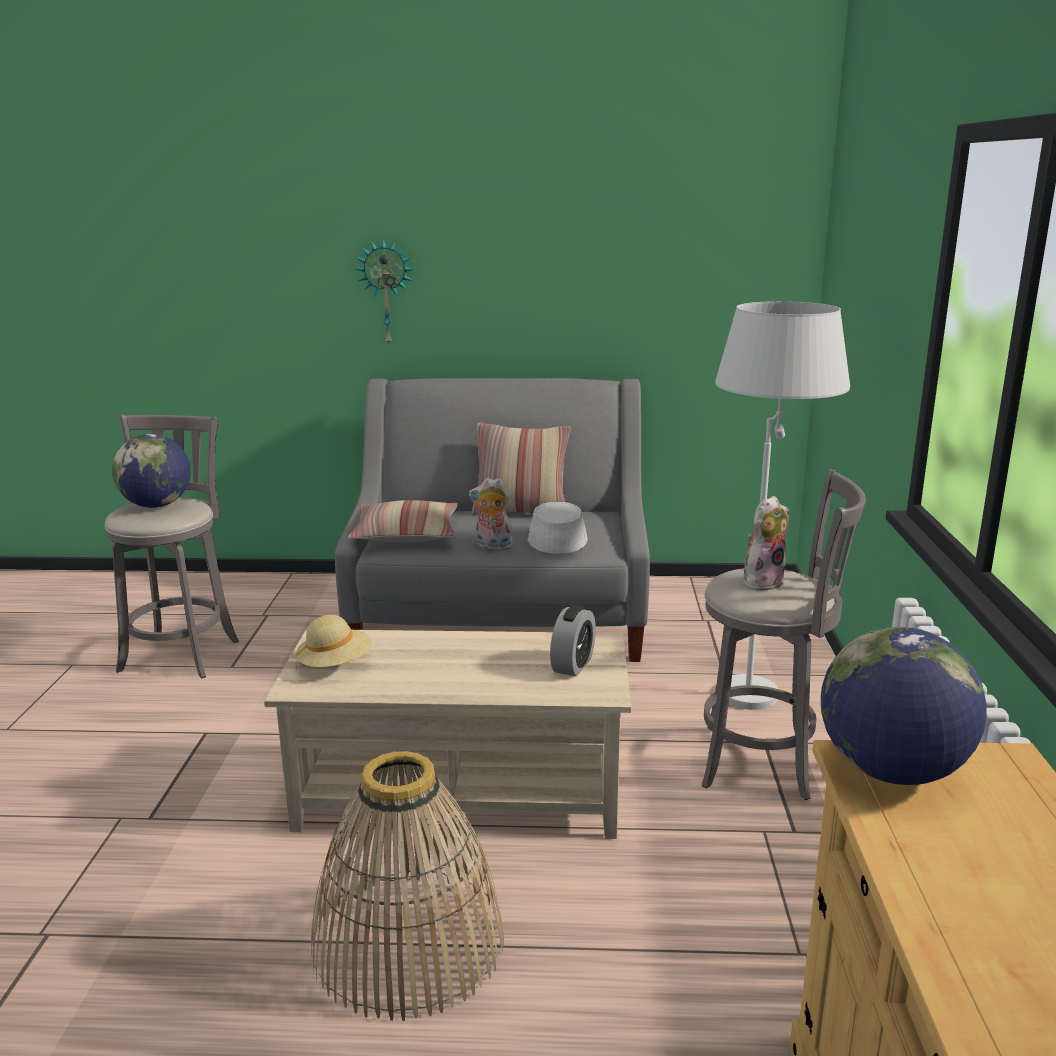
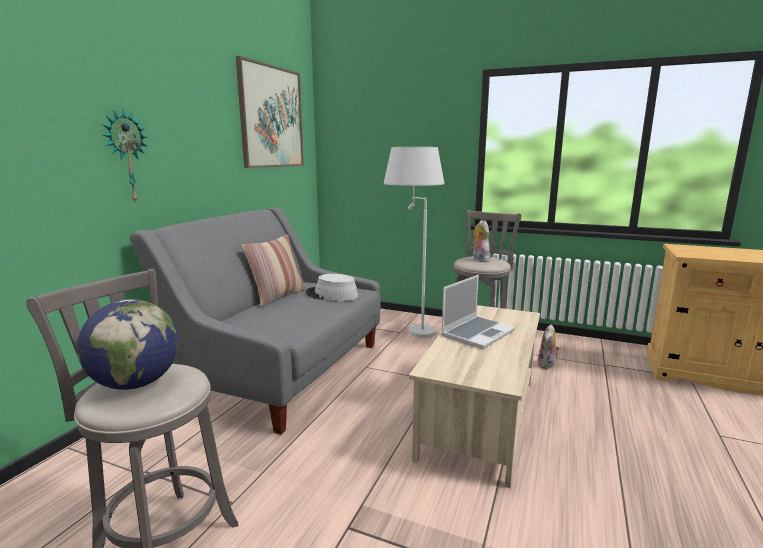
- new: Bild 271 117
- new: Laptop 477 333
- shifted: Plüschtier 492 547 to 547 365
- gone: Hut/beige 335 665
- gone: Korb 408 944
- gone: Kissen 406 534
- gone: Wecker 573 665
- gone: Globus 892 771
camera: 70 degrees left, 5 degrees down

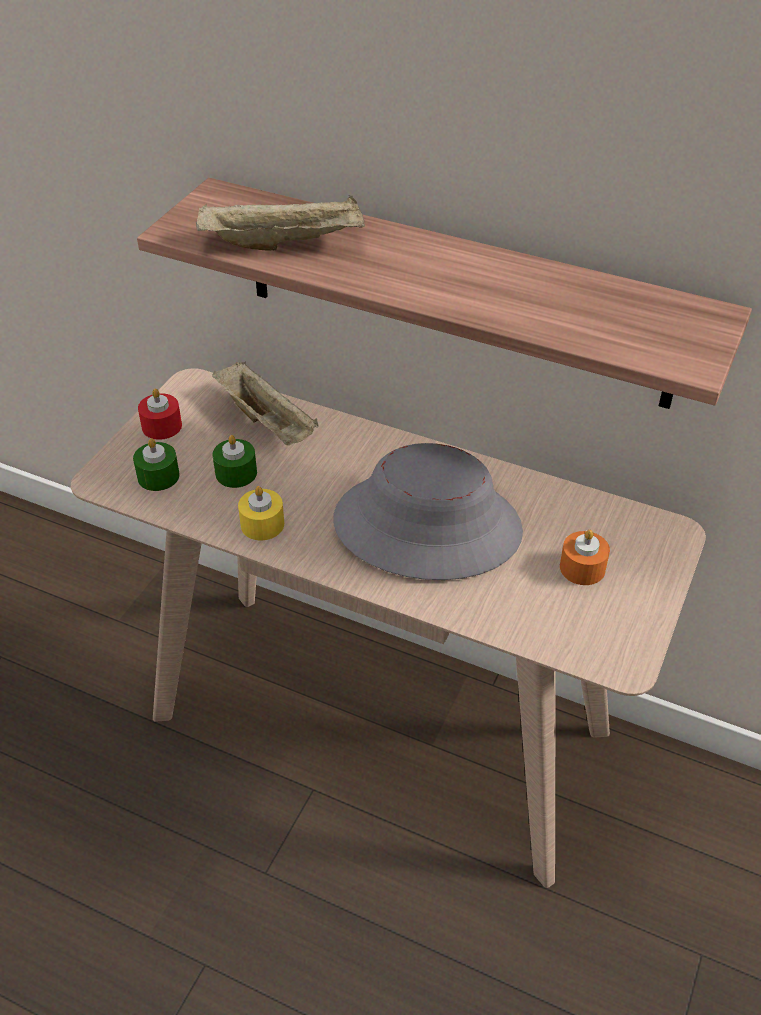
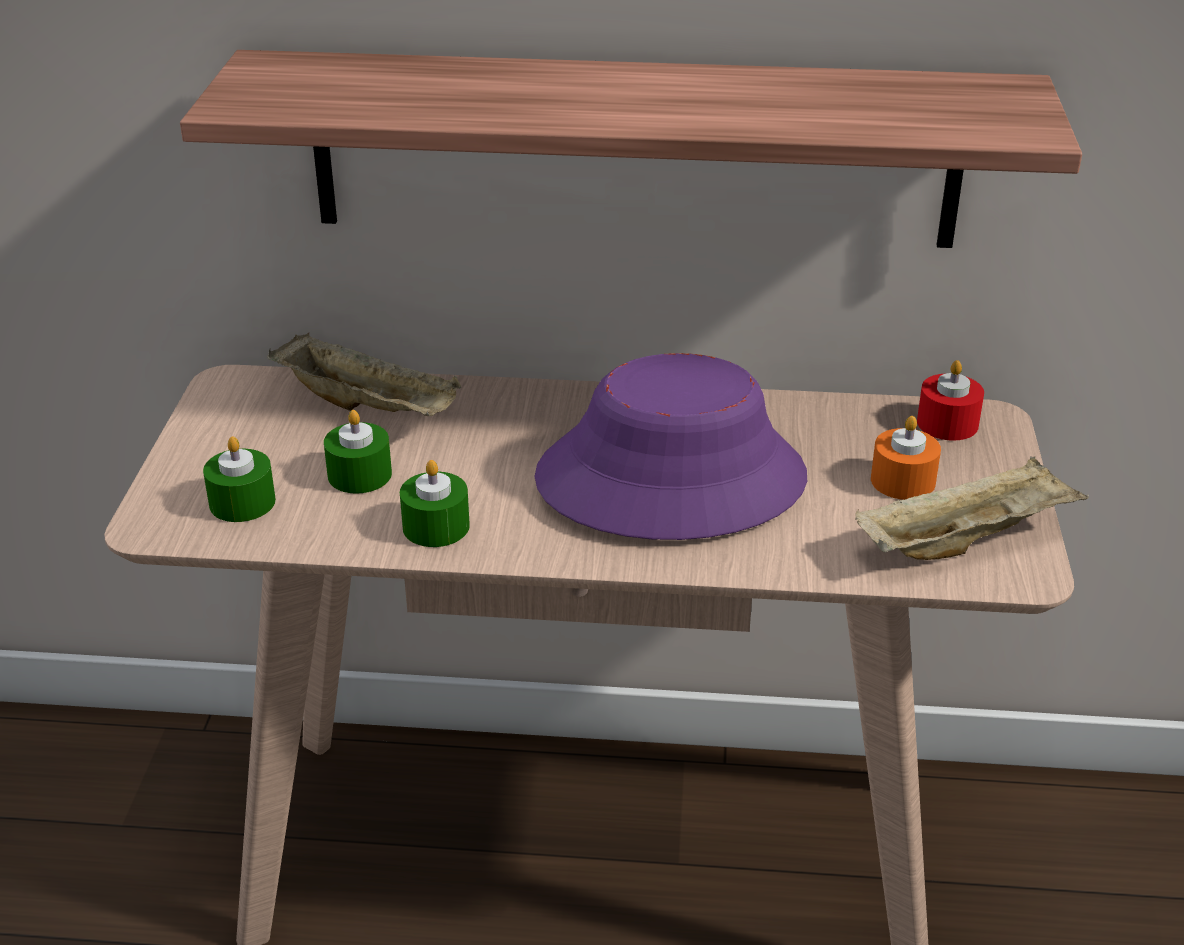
- repainted: Kerze/gelb 262 524 to Kerze/grün 436 526
- repainted: Hut/grau 427 526 to Hut/lila 671 478
- shifted: Tablett/beige 285 243 to 965 539
- shifted: Kerze/rot 162 426 to 947 423
camera: 20 degrees left, 10 degrees down

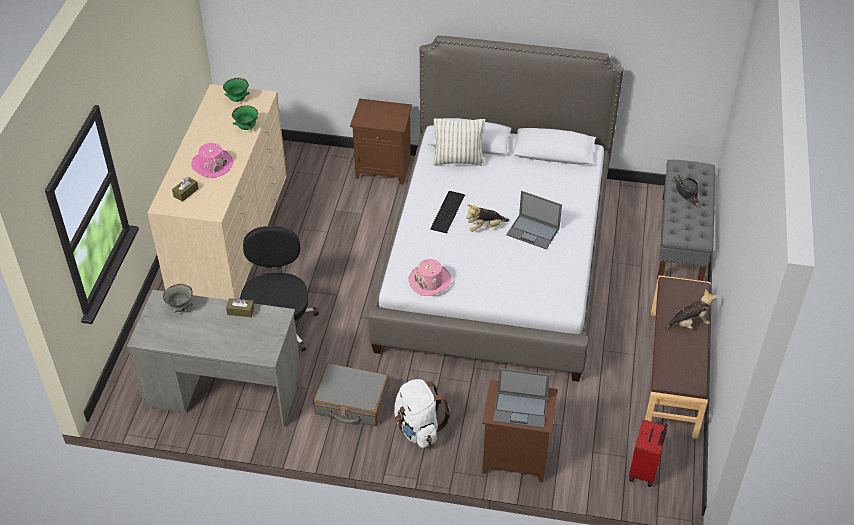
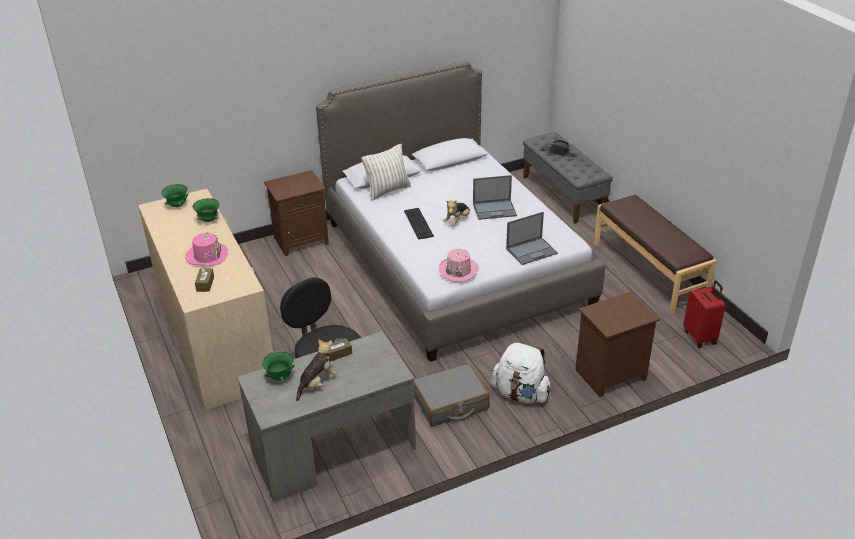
- repainted: Schüssel/grau 181 308 to Schüssel/grün 280 377
- shifted: Plüschtier 689 324 to 317 383
- shifted: Laptop 521 409 to 532 251
camera: 35 degrees left, 10 degrees down

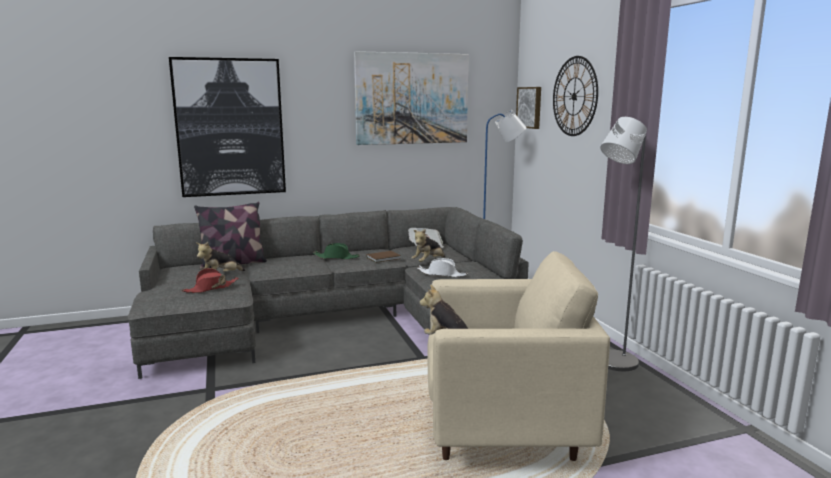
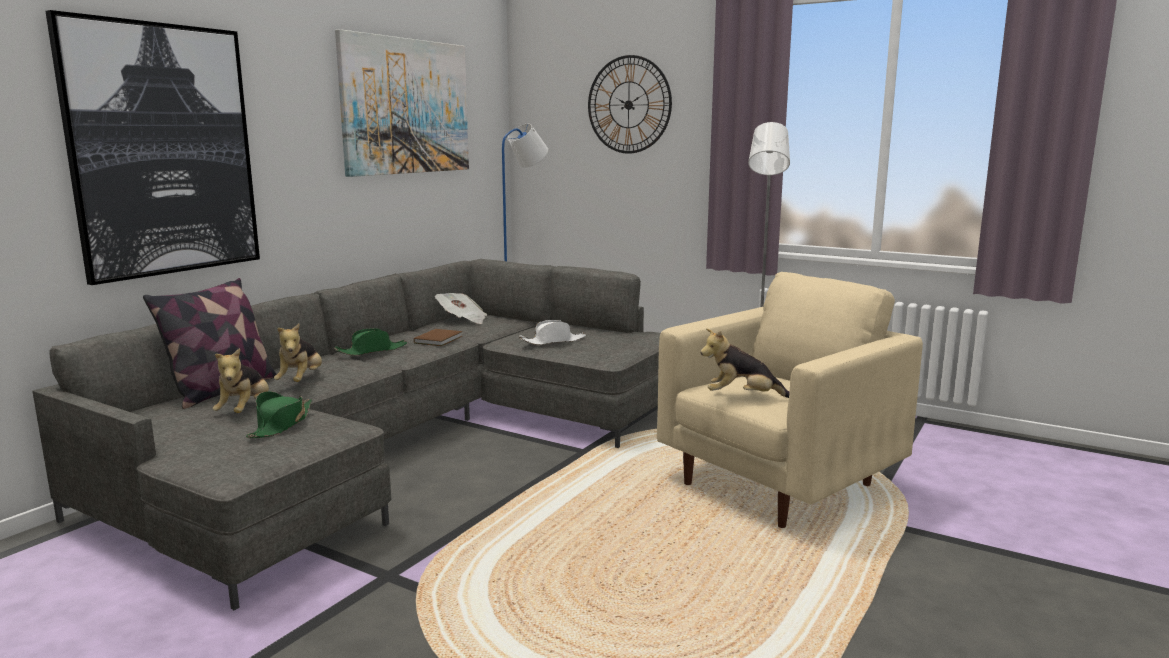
- repainted: Hut/rot 211 288 to Hut/grün 281 425
- shifted: Plüschtier 428 262 to 301 381
- gone: Bild 530 107
camera: 40 degrees left, 0 degrees up

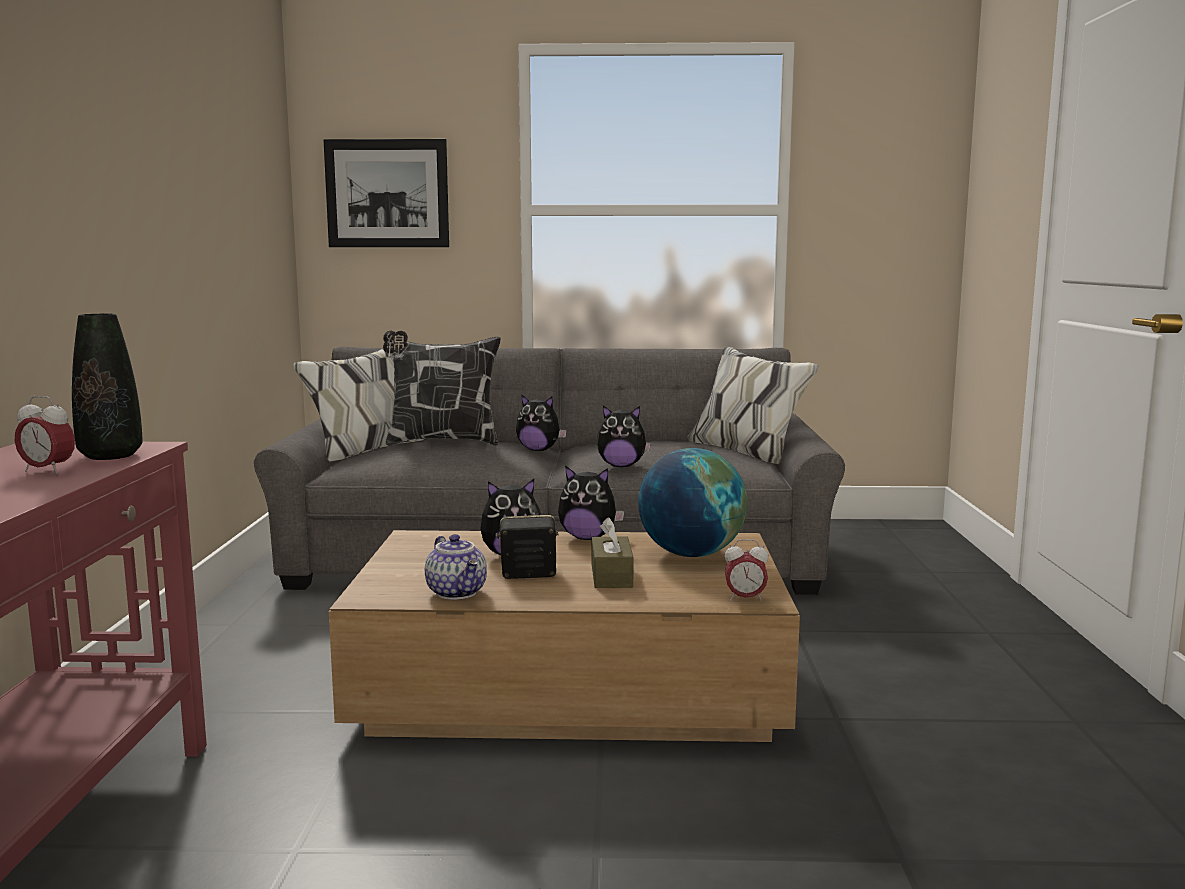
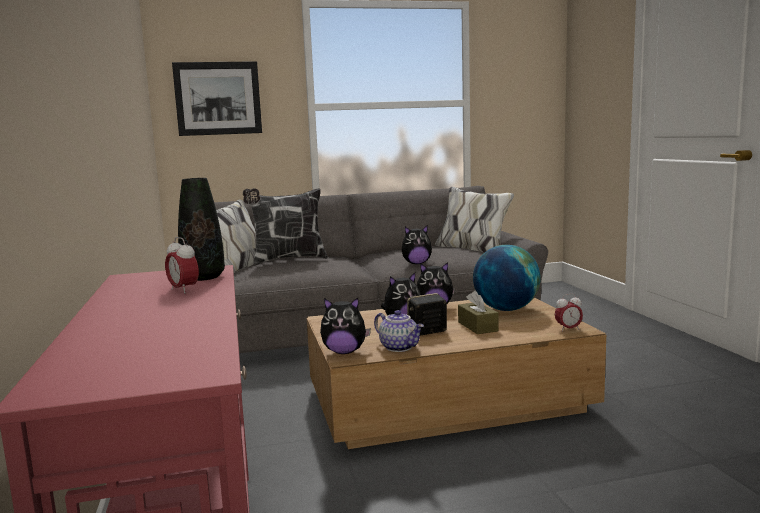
- rotated: Wecker 47 471 = 183 290 45 degrees clockwise
- shifted: Plüschtier 539 450 to 344 352
camera: 15 degrees left, 0 degrees up

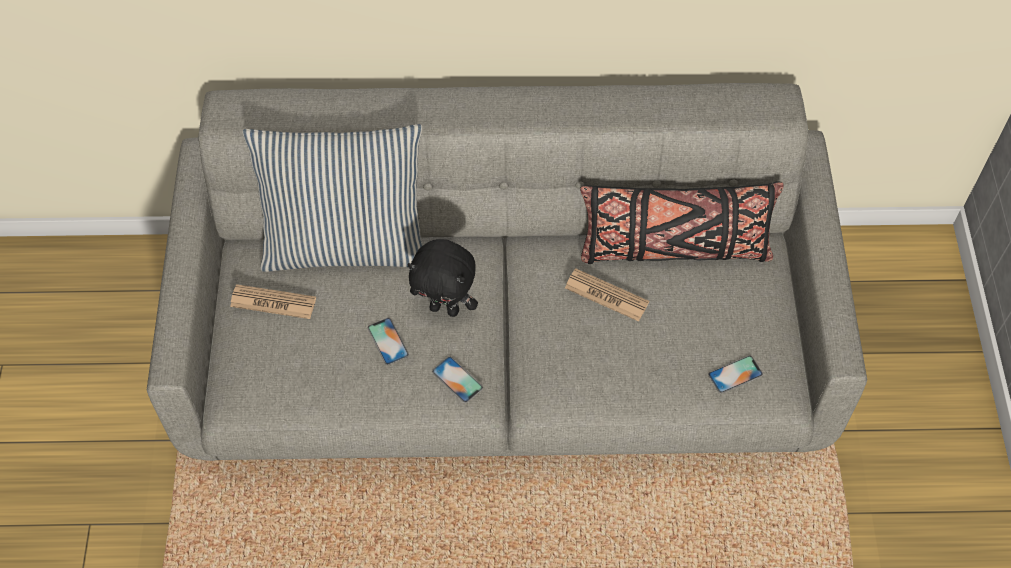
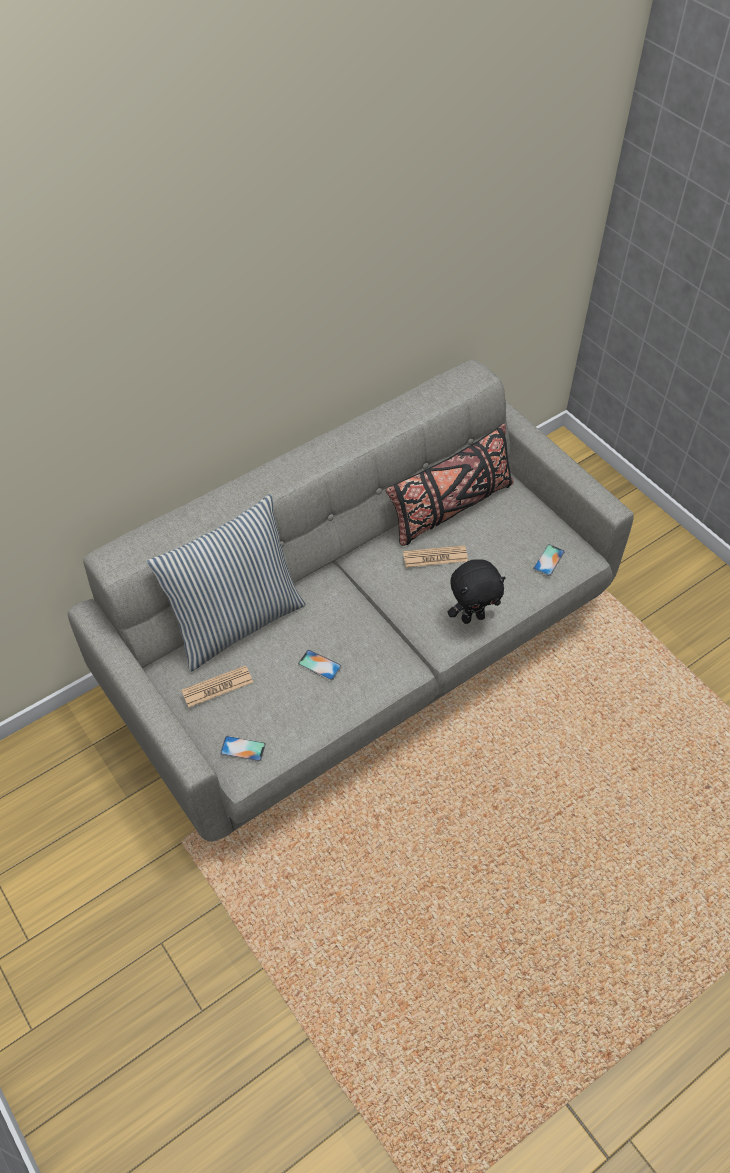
- shifted: Handy 457 379 to 243 749
- shifted: Plüschtier/schwarz 445 308 to 472 617
camera: 35 degrees left, 5 degrees down

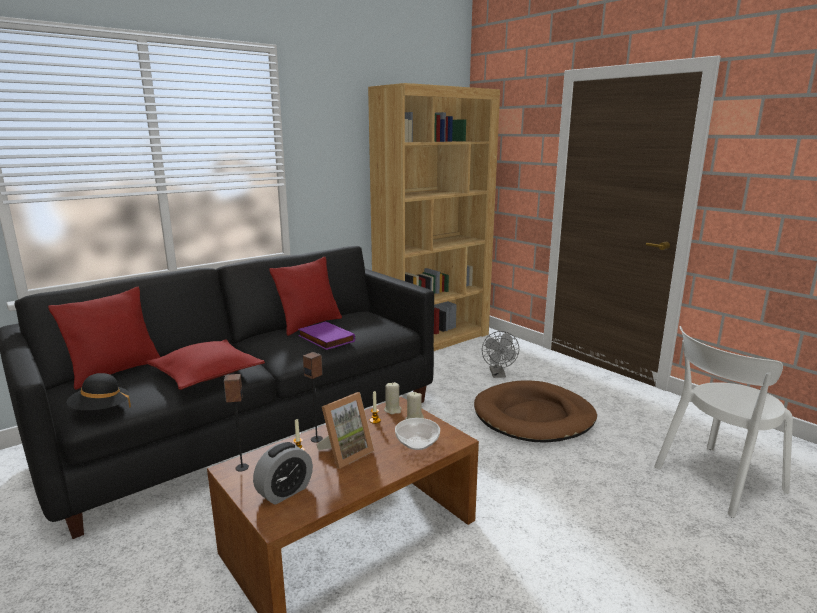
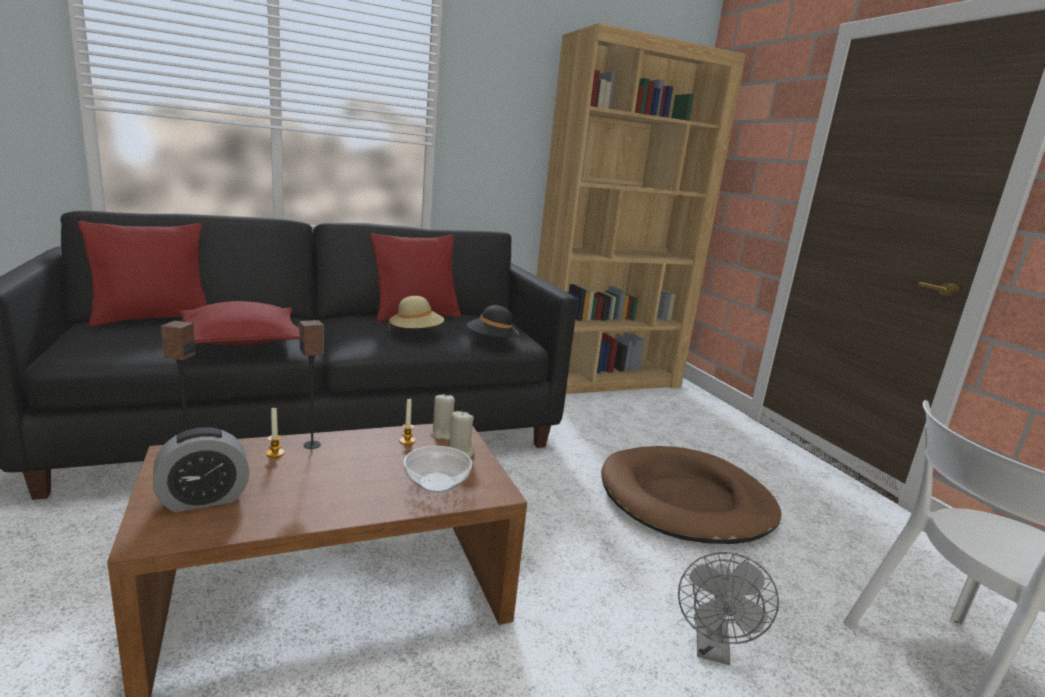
- swapped: Buch/lila 325 339 to Hut/beige 416 333
- shifted: Hut/schwarz 100 410 to 491 341
- shifted: Ventilator/grau 498 375 to 713 649
- gone: Bilderrahmen 345 453
camera: 15 degrees right, 0 degrees up

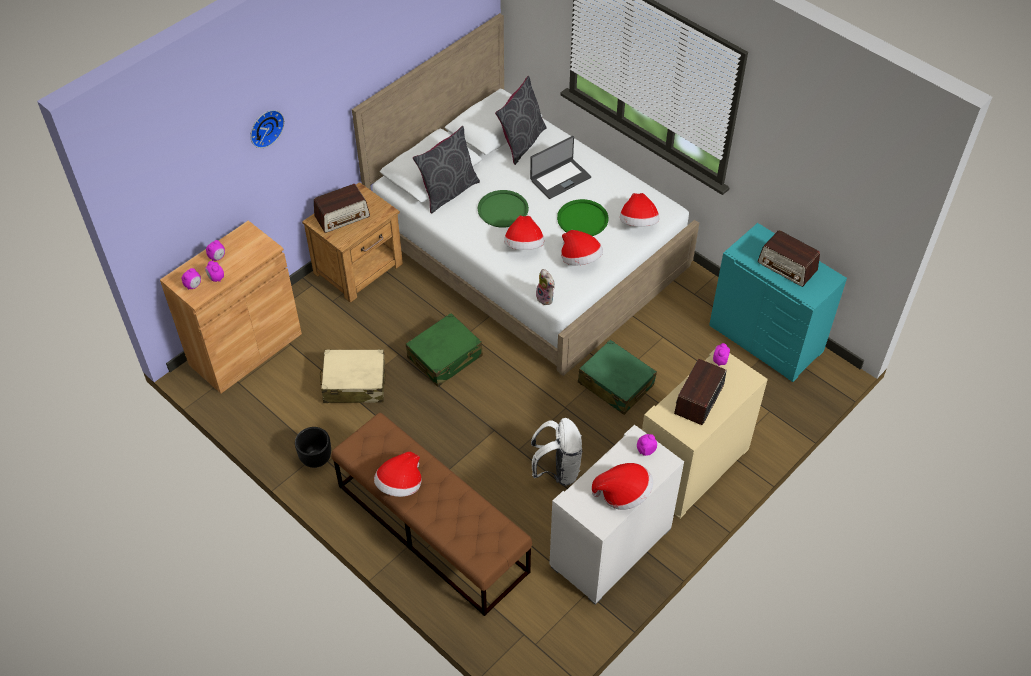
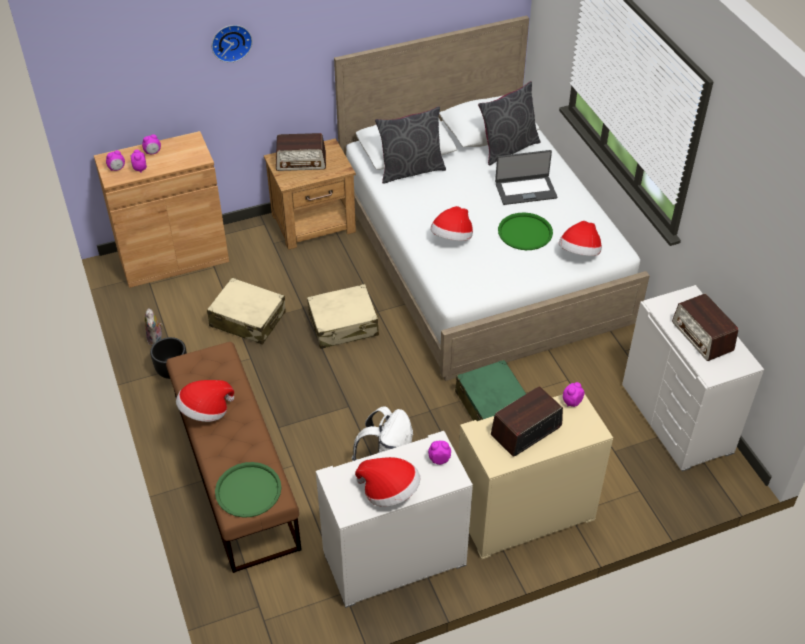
- shifted: Plüschtier 546 298 to 156 339
- shifted: Tablett/grün 503 209 to 248 490
- repainted: Koffer/grün 445 357 to Koffer/beige 343 325
- repainted: Kommode/türkis 766 338 to Kommode/weiß 677 419
- gone: Hut 580 259
camera: 25 degrees right, 5 degrees down

